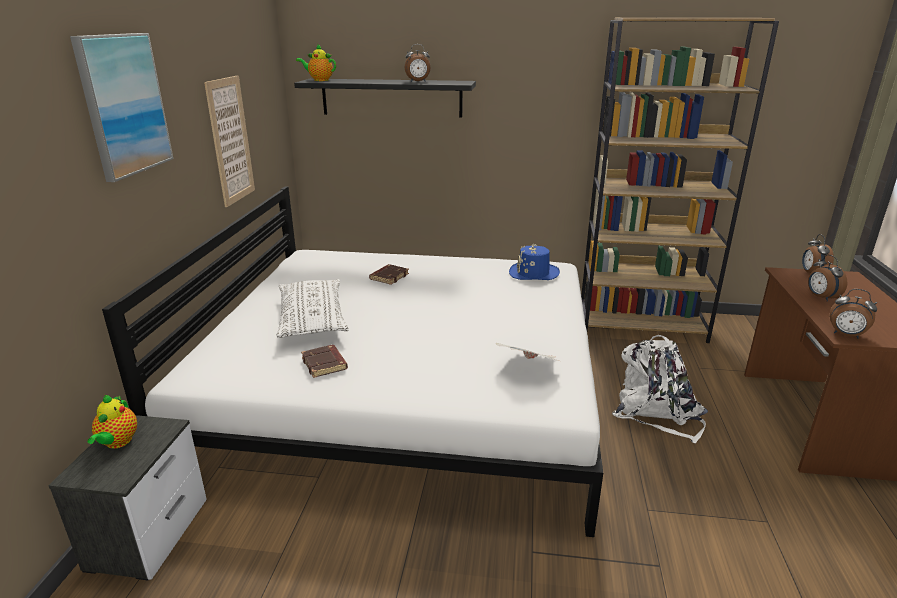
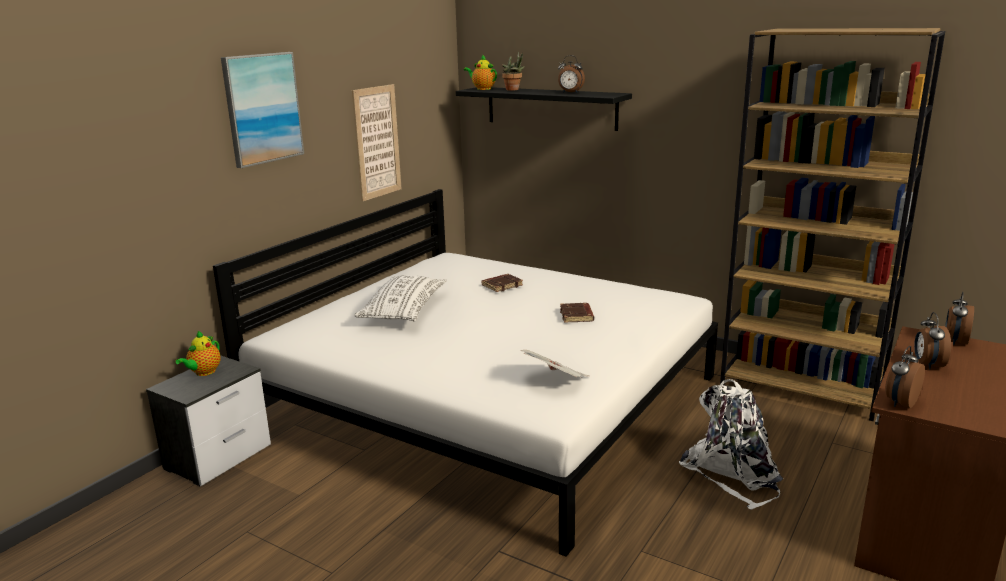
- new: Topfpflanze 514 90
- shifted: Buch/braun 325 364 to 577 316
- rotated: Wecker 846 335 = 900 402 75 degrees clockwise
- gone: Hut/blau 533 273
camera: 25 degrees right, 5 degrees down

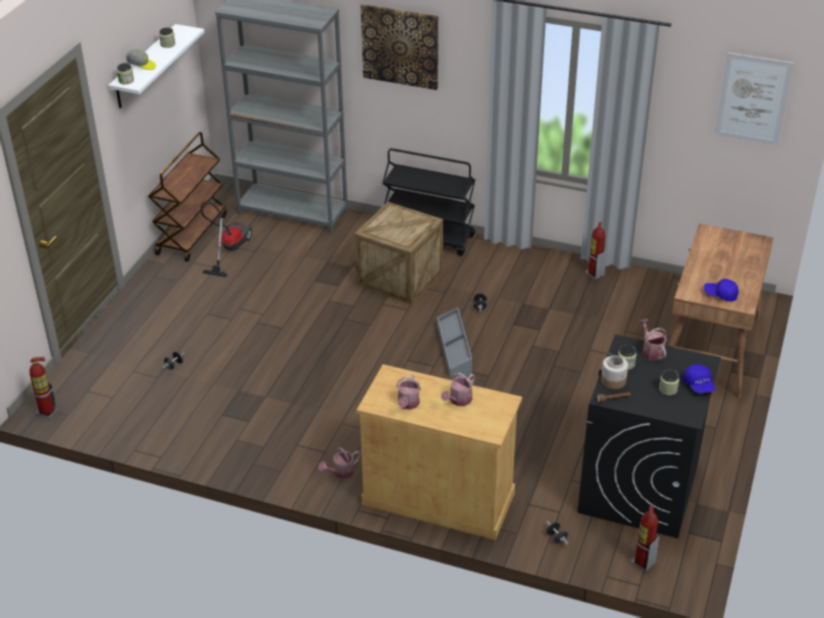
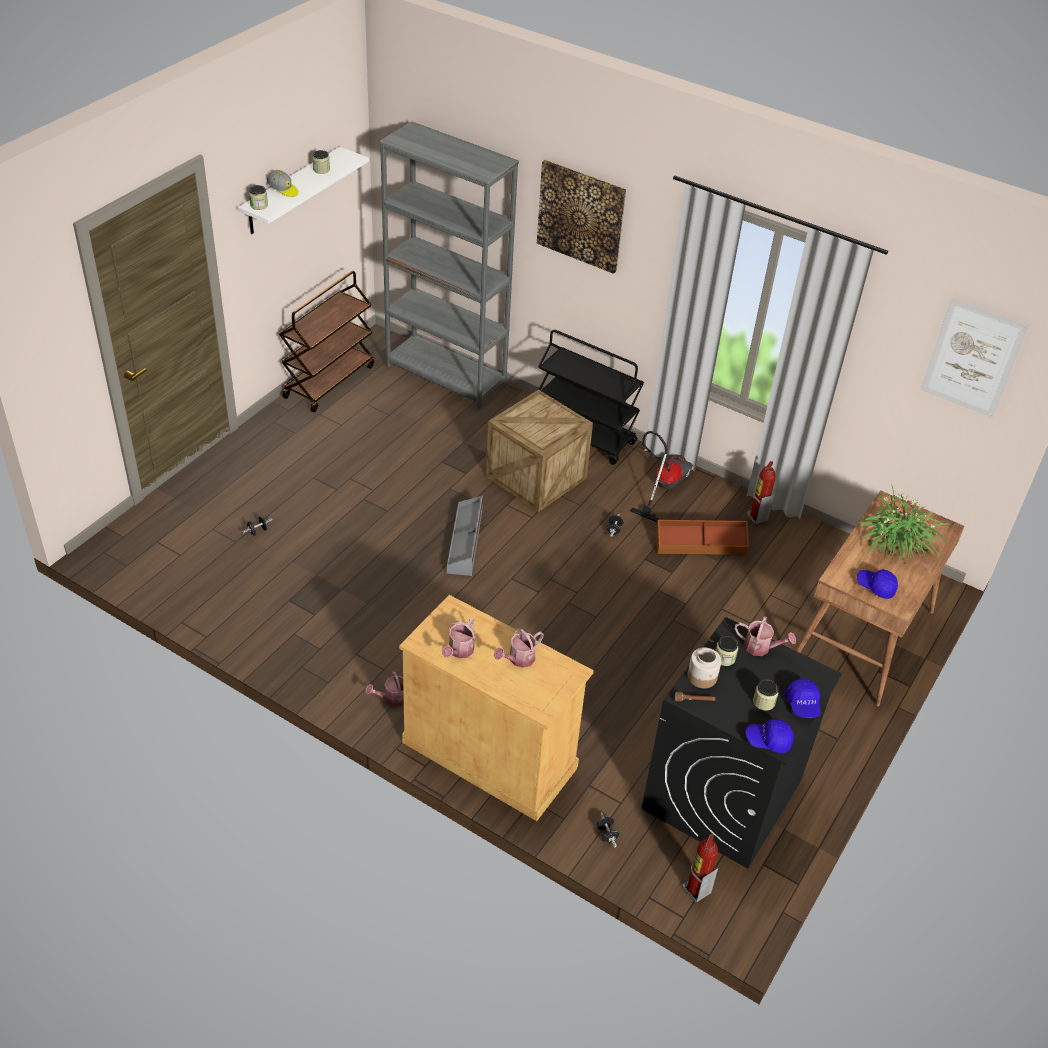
- shifted: Aufbewahrungsbox/grau 455 349 to 466 542
- shifted: Staubsauger 228 249 to 662 486
- new: Aufbewahrungsbox/braun 700 544
- rotated: Gießkanne 651 351 = 761 647 120 degrees clockwise
- new: Kappe/blau 768 741
- new: Topfpflanze 895 543
- gone: Feuerlöscher 47 412
camera: 10 degrees right, 5 degrees up

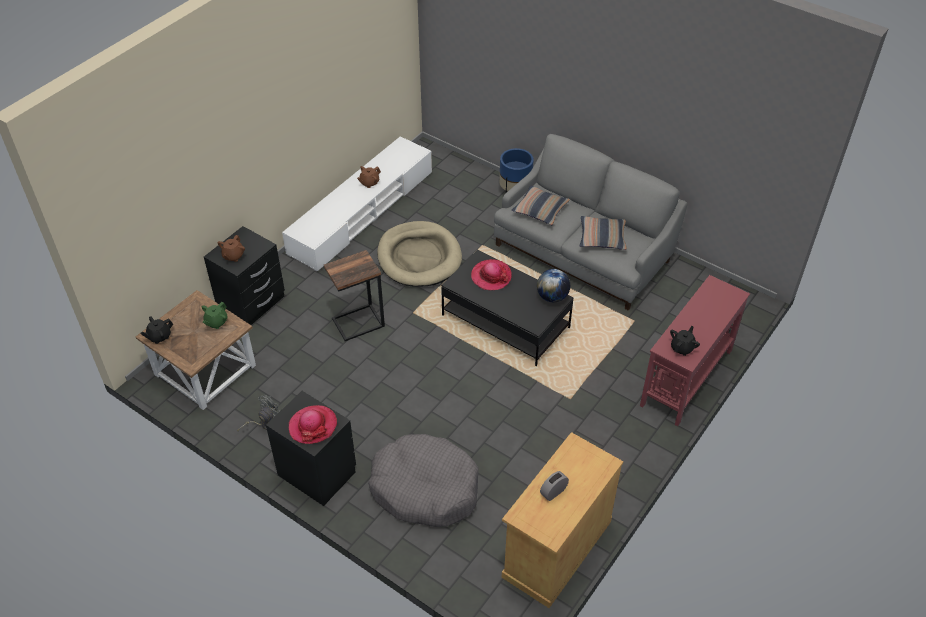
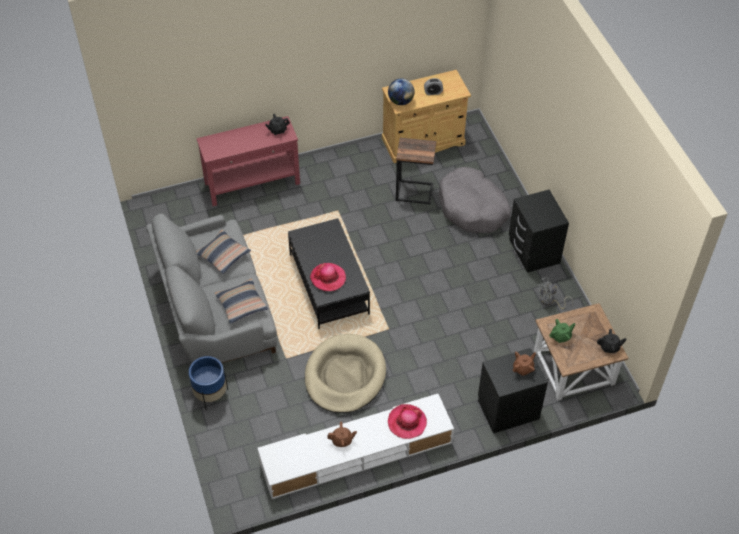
- shifted: Globus 552 297 to 400 101
- shifted: Hut 313 426 to 407 422
- shifted: Beistelltisch 358 323 to 414 191
camera: 145 degrees left, 5 degrees up

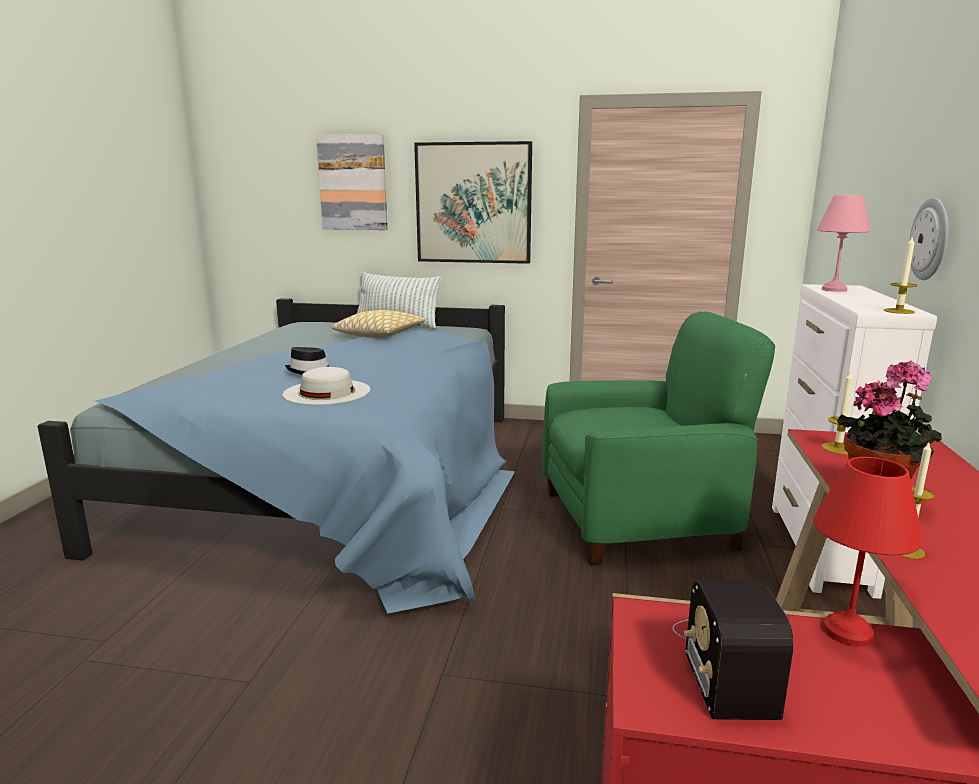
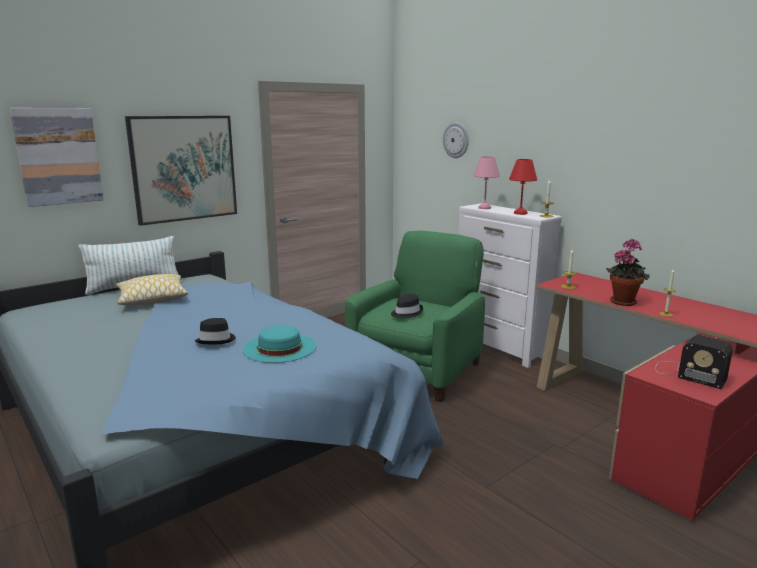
- repainted: Hut/weiß 327 392 to Hut/türkis 279 347
- new: Hut/schwarz 406 313
- shifted: Wanduhr 931 239 to 456 140
- shifted: Tischlampe/rot 845 631 to 520 213
camera: 50 degrees left, 0 degrees up

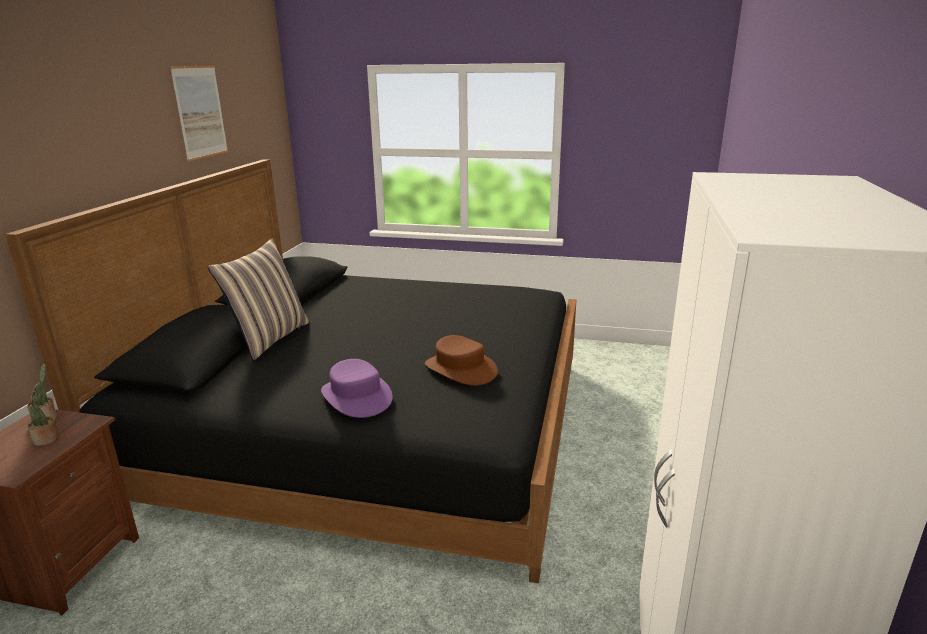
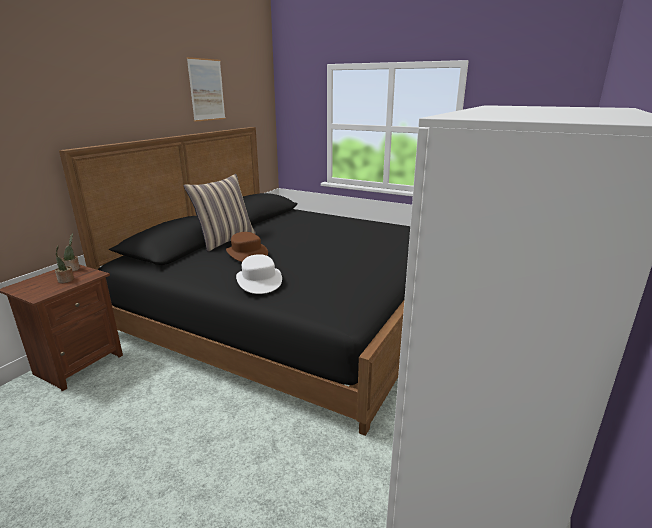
- shifted: Hut/braun 460 369 to 246 254
- repainted: Hut/lila 356 397 to Hut/weiß 259 281
camera: 15 degrees right, 0 degrees up

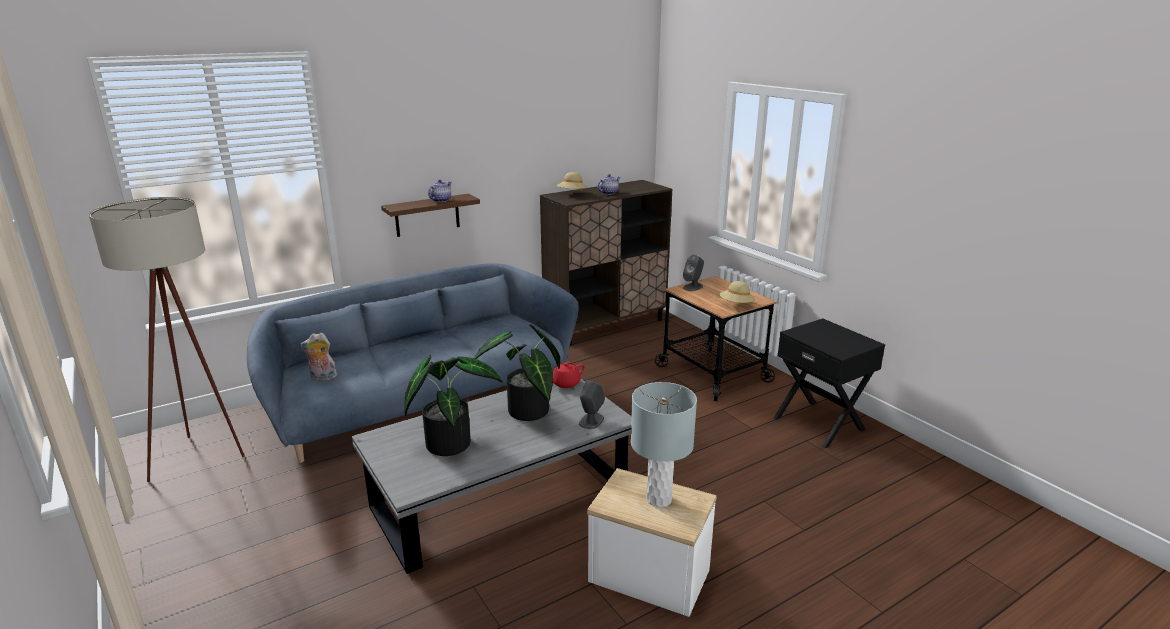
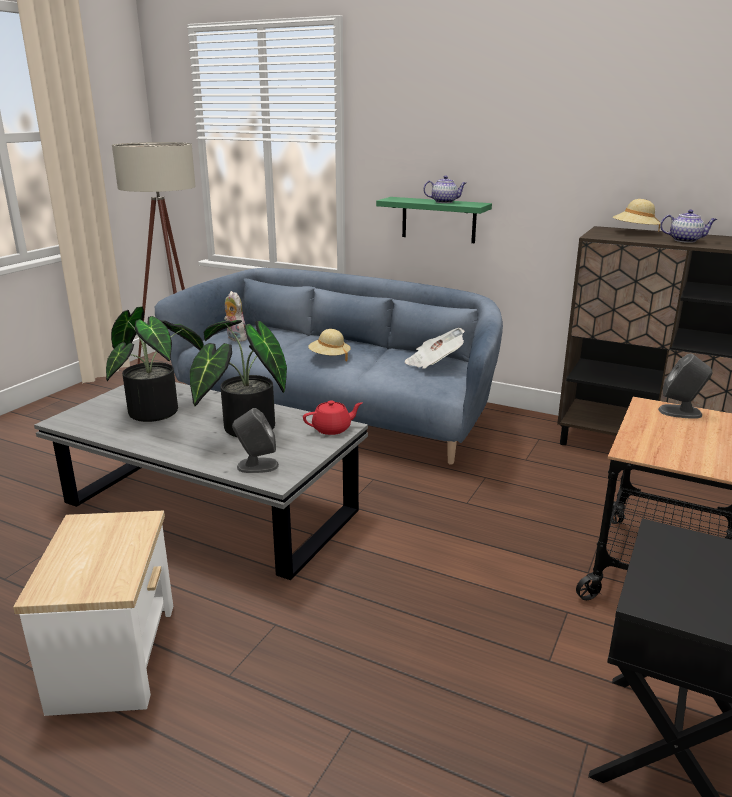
- rotated: Teekanne/rot 565 383 = 332 429 135 degrees clockwise
- shifted: Hut/beige 736 305 to 329 357
- repainted: Wandregal/braun 427 215 to Wandregal/grün 438 220
- new: Zeitung 433 363
- gone: Tischlampe/grau 659 500
camera: 60 degrees right, 0 degrees up

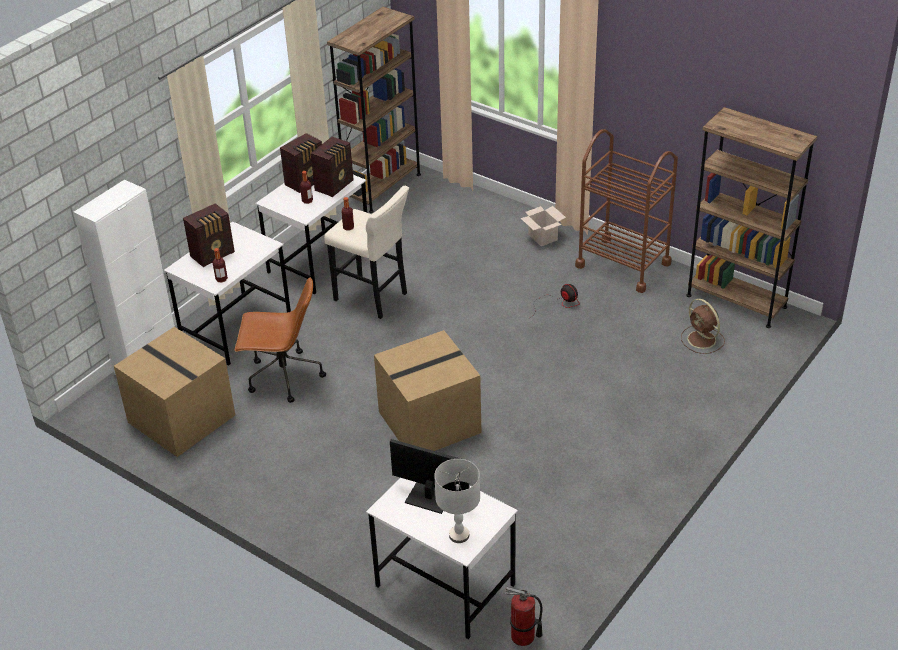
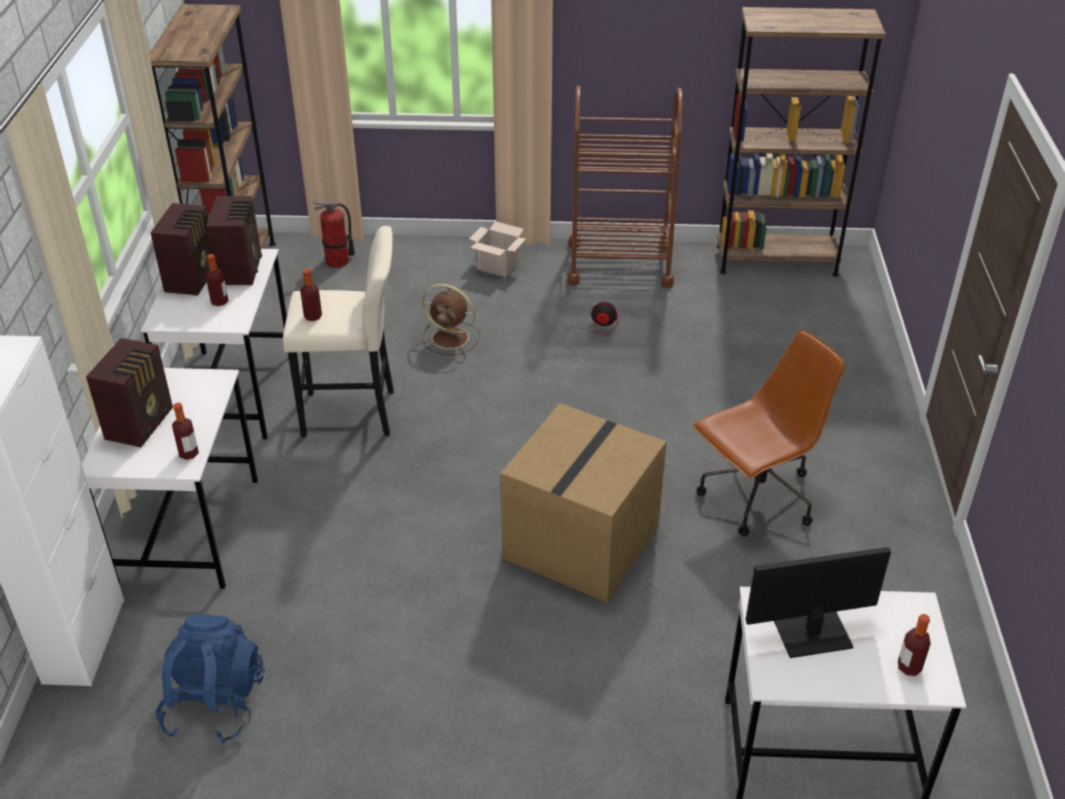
- swapped: Karton 179 419 to Rucksack/blau 215 704
- shifted: Feuerlöscher 523 637 to 337 262
- shifted: Ventilator/braun 702 340 to 452 338
- shifted: Bürostuhl/braun 283 377 to 756 498
- swapped: Tischlampe/grau 459 535 to Flasche 909 667
camera: 35 degrees left, 0 degrees up

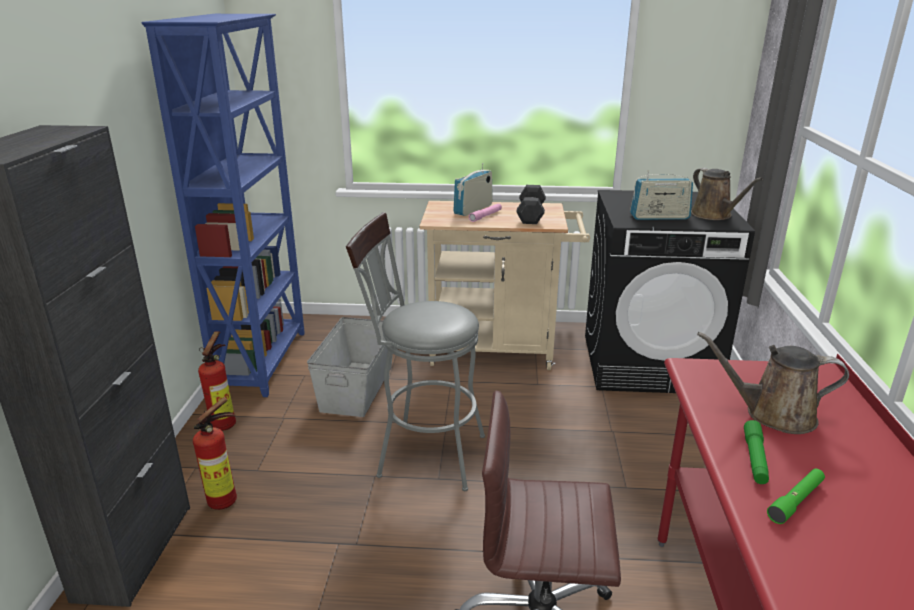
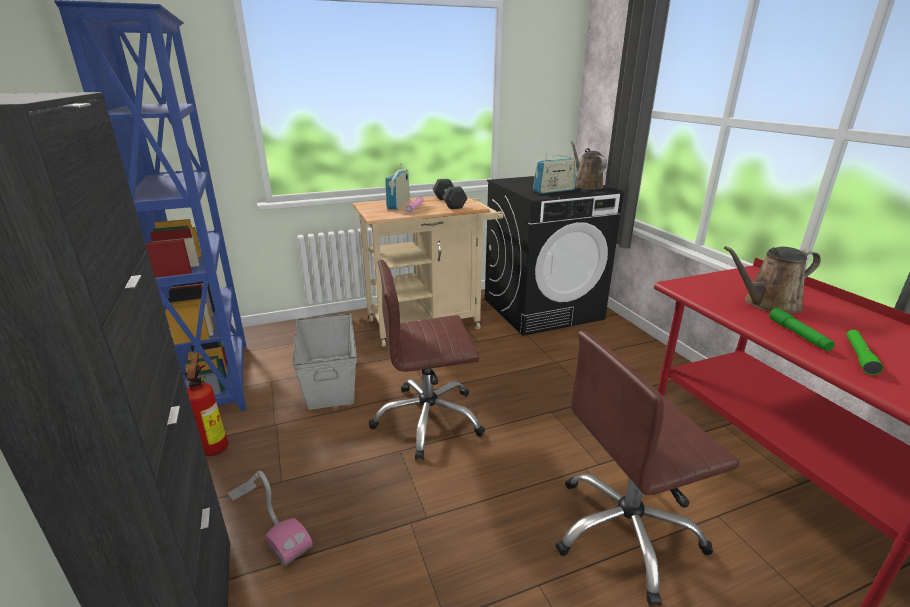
- swapped: Feuerlöscher 227 500 to Staubsauger 268 521
- swapped: Hocker/grau 422 454 to Bürostuhl/braun 428 420
- rotated: Gießkanne/braun 714 215 = 586 186 150 degrees counterclockwise
camera: 25 degrees left, 0 degrees up

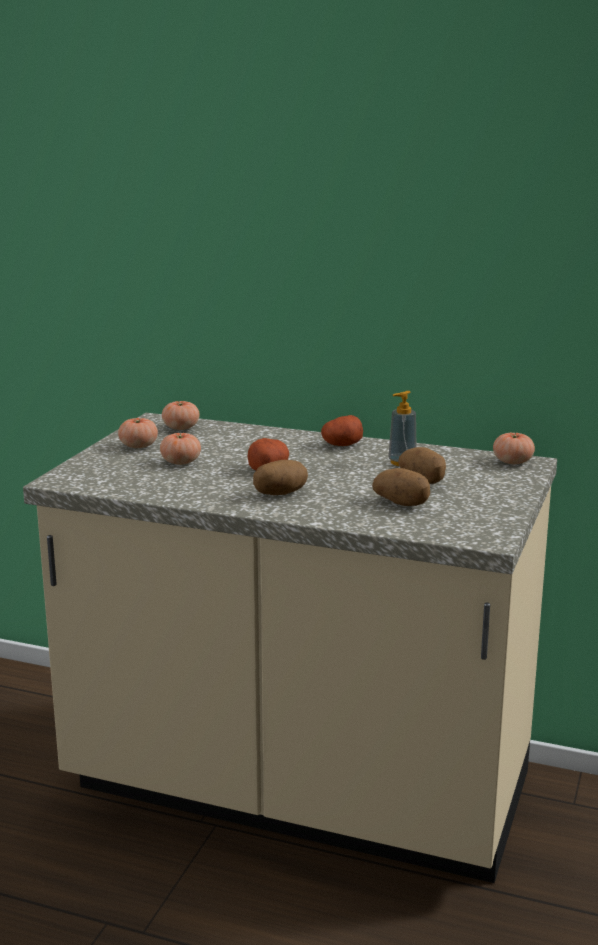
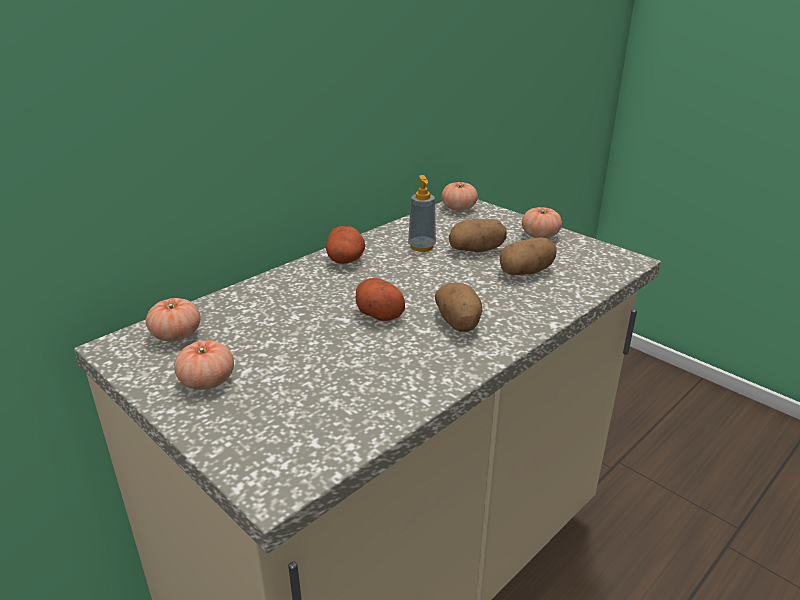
- shifted: Tomate 180 462 to 540 235
camera: 65 degrees left, 10 degrees up

